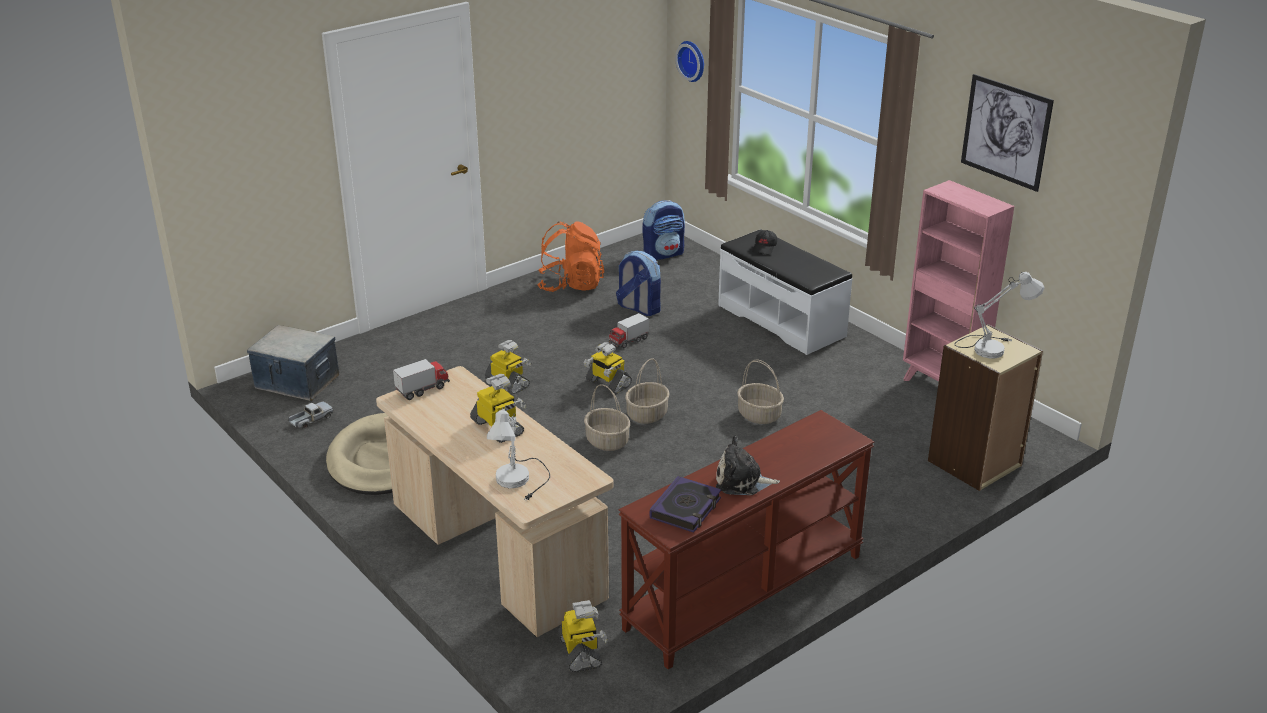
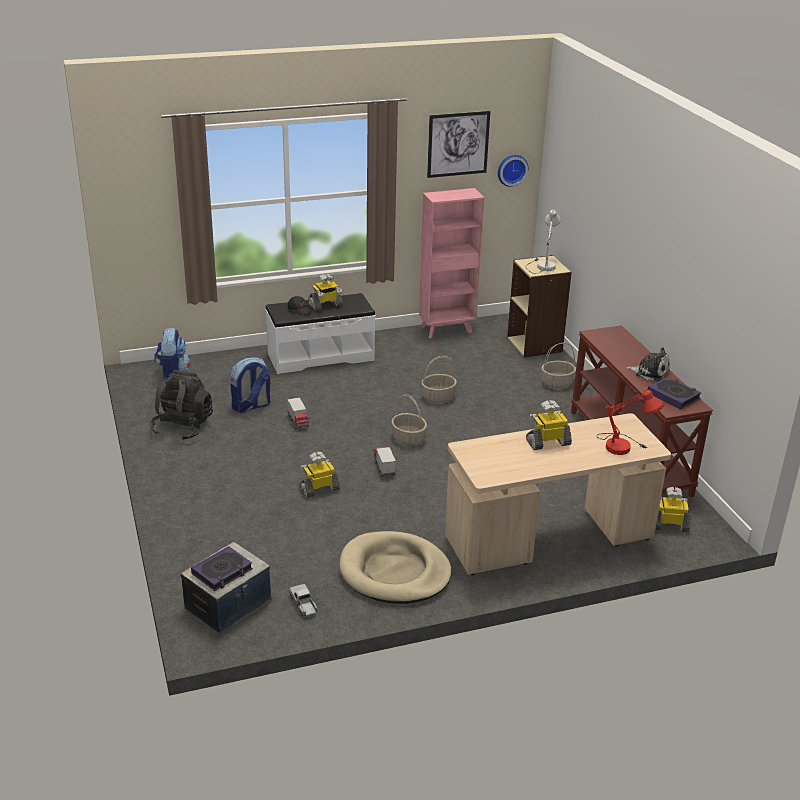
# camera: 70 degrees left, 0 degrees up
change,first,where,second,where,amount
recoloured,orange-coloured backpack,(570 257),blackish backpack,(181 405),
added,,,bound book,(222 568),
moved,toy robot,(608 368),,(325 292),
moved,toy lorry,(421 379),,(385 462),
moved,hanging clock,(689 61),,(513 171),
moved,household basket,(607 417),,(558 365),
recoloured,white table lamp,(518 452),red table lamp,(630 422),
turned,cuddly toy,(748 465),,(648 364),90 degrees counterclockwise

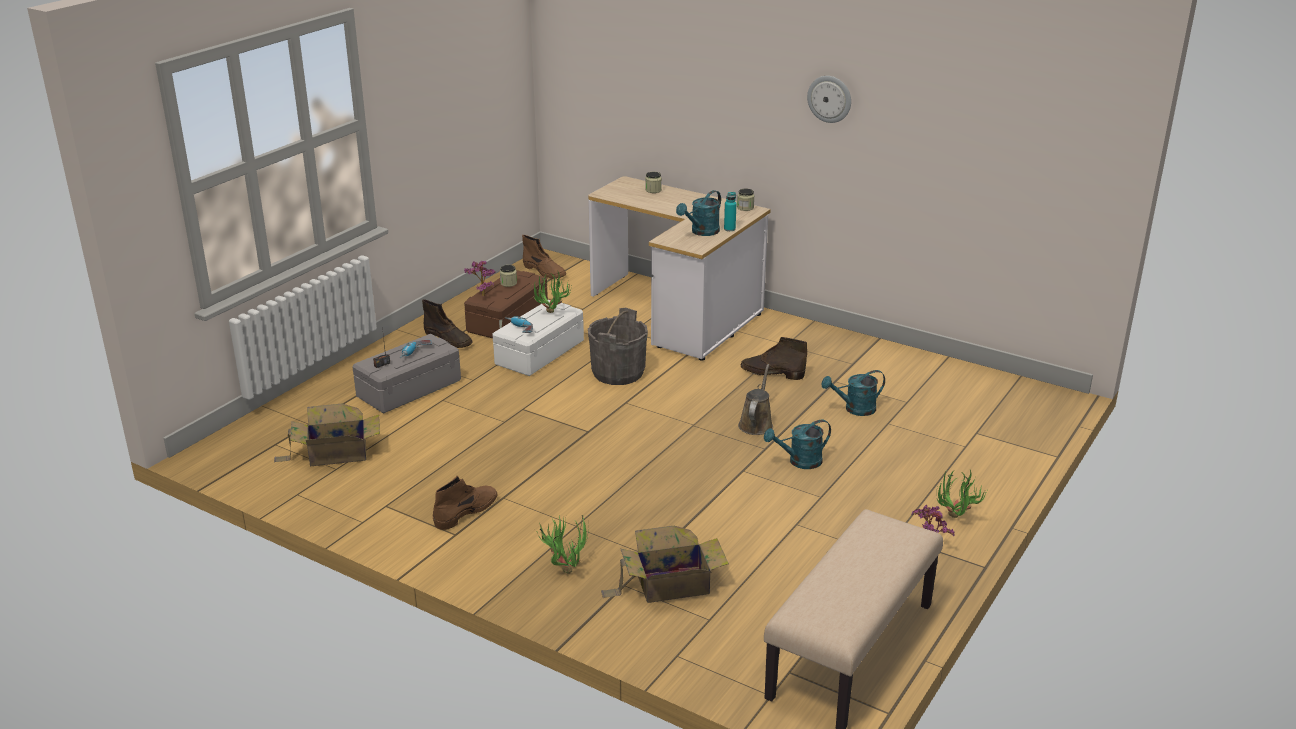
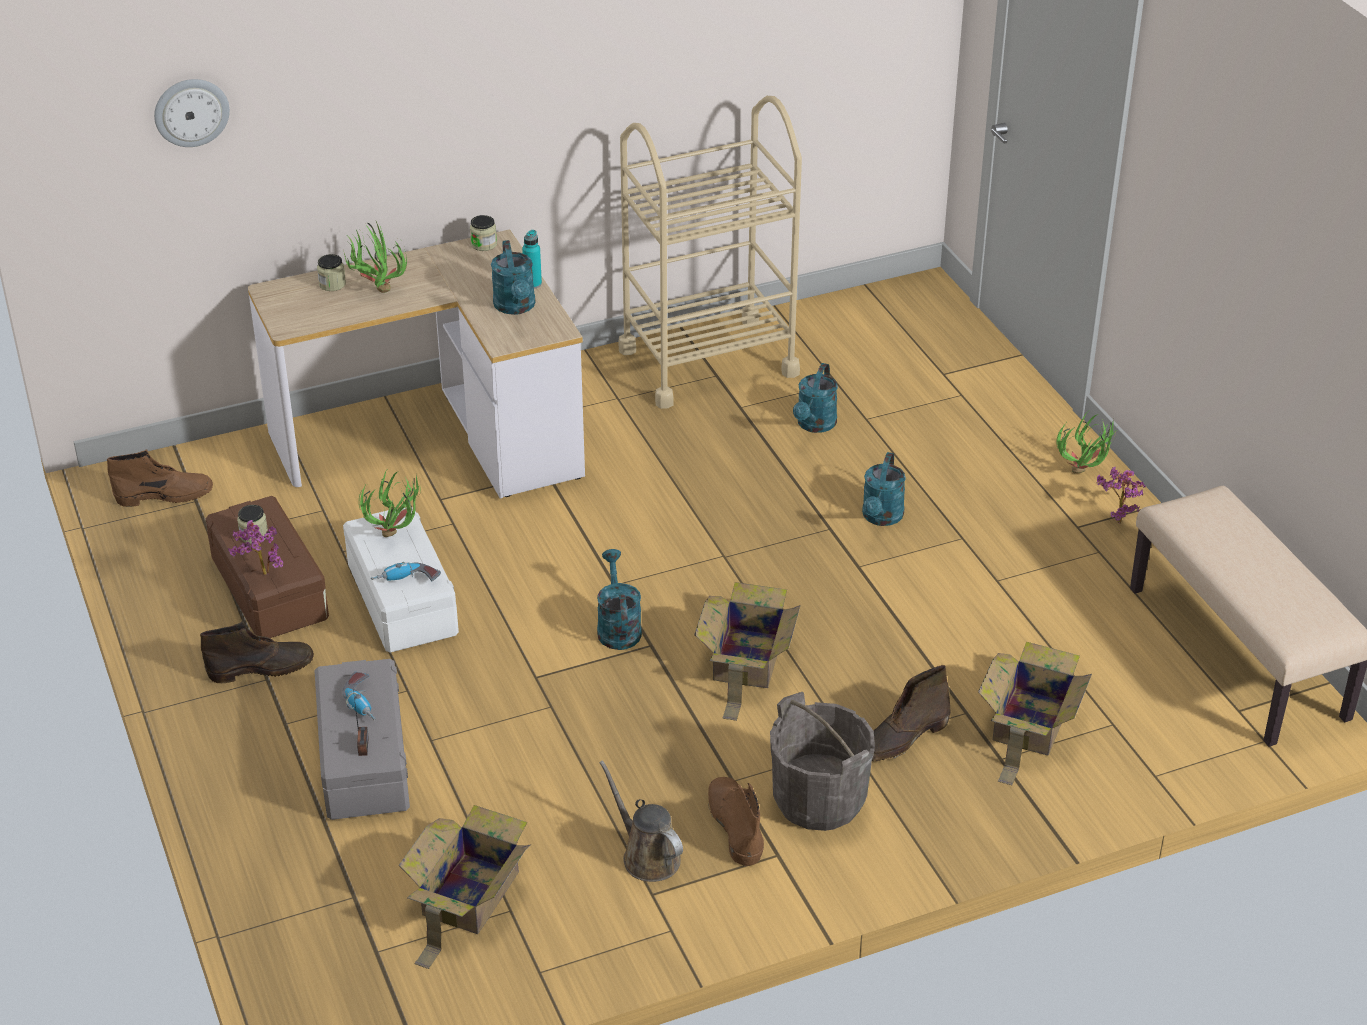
# camera: 55 degrees left, 10 degrees up
change,first,where,second,where,amount
moved,hanging clock,(829 99),,(192 113),
moved,potted plant,(562 544),,(375 257),
added,,,blue-green sprinkling can,(619 599),
moved,brown-coloured sprinkling can,(755 399),,(641 821),
added,,,beige cart,(710 252),
added,,,packing box,(747 651),
moved,grey water bucket,(618 346),,(822 761),
moved,brown-coloured tall boot,(774 358),,(911 713),

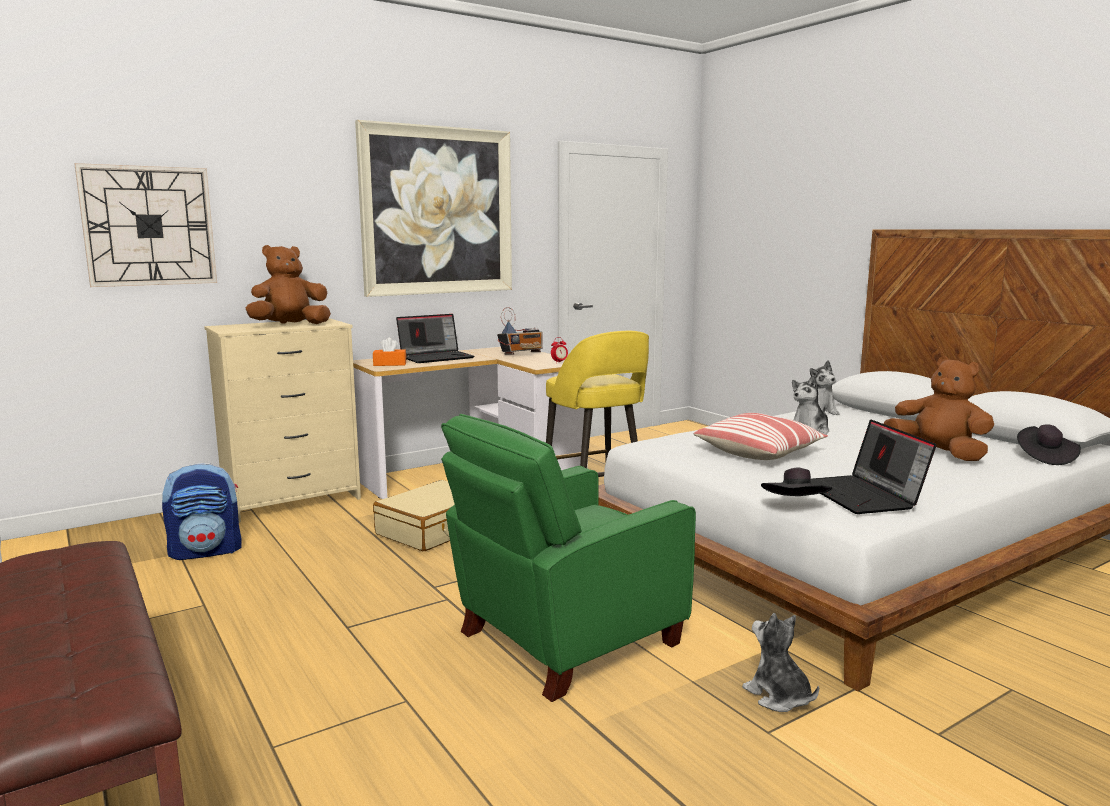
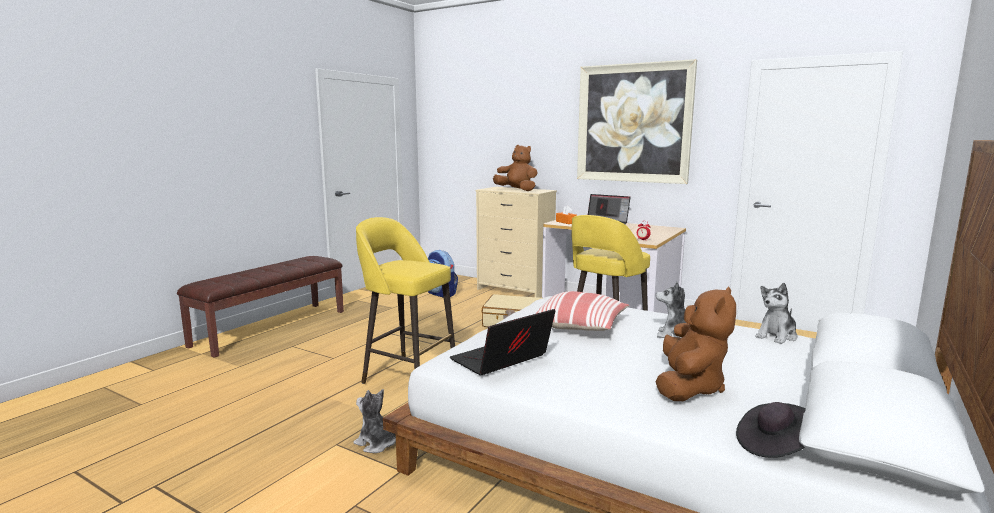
# camera: 65 degrees right, 0 degrees up
change,first,where,second,where,amount
turned,cuddly toy,(780 662),,(374 421),90 degrees counterclockwise
replaced,green easy chair,(568 558),yellow sitting stool,(405 300),
removed,hanging clock,(145 225),,,
removed,radio,(520 331),,,
removed,blackish hat,(796 482),,,

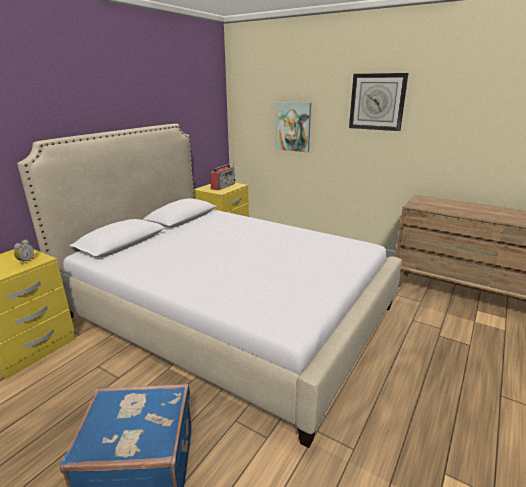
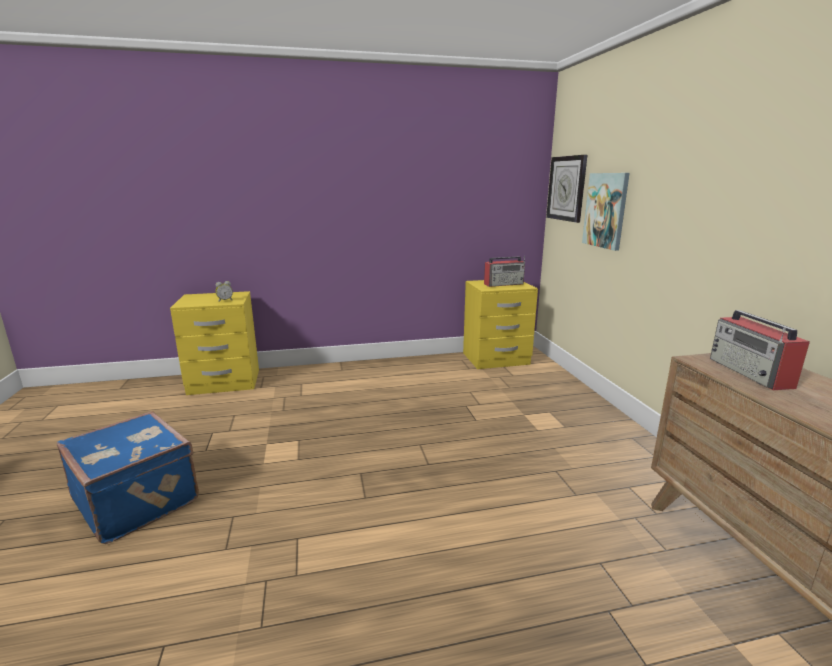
# camera: 45 degrees right, 5 degrees down
change,first,where,second,where,amount
moved,hanging clock,(378 102),,(566 189),
added,,,radio,(760 350),
removed,bedroom bed,(209 286),,,

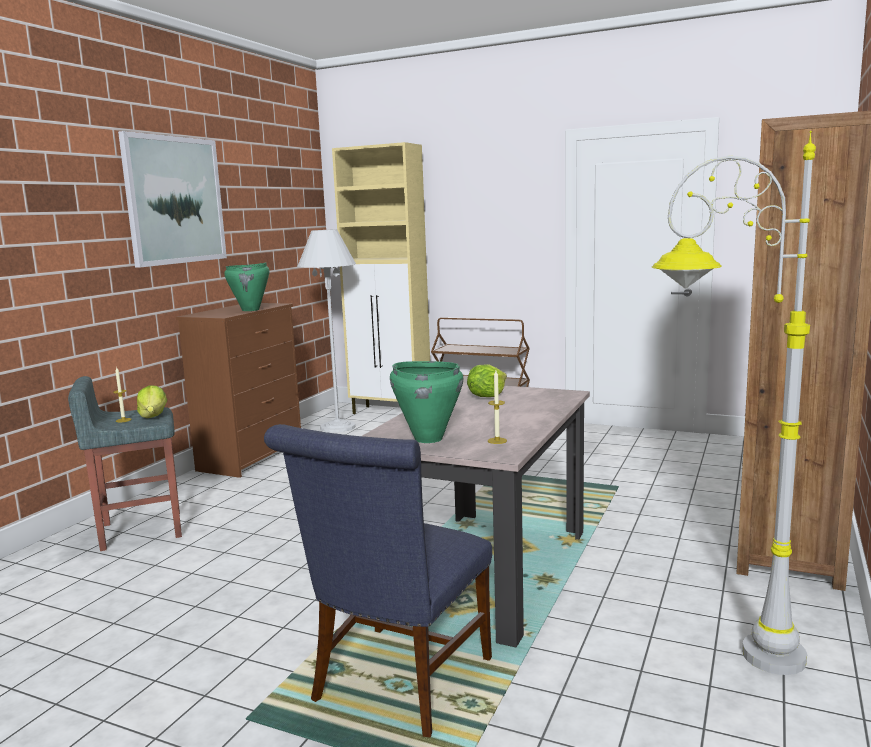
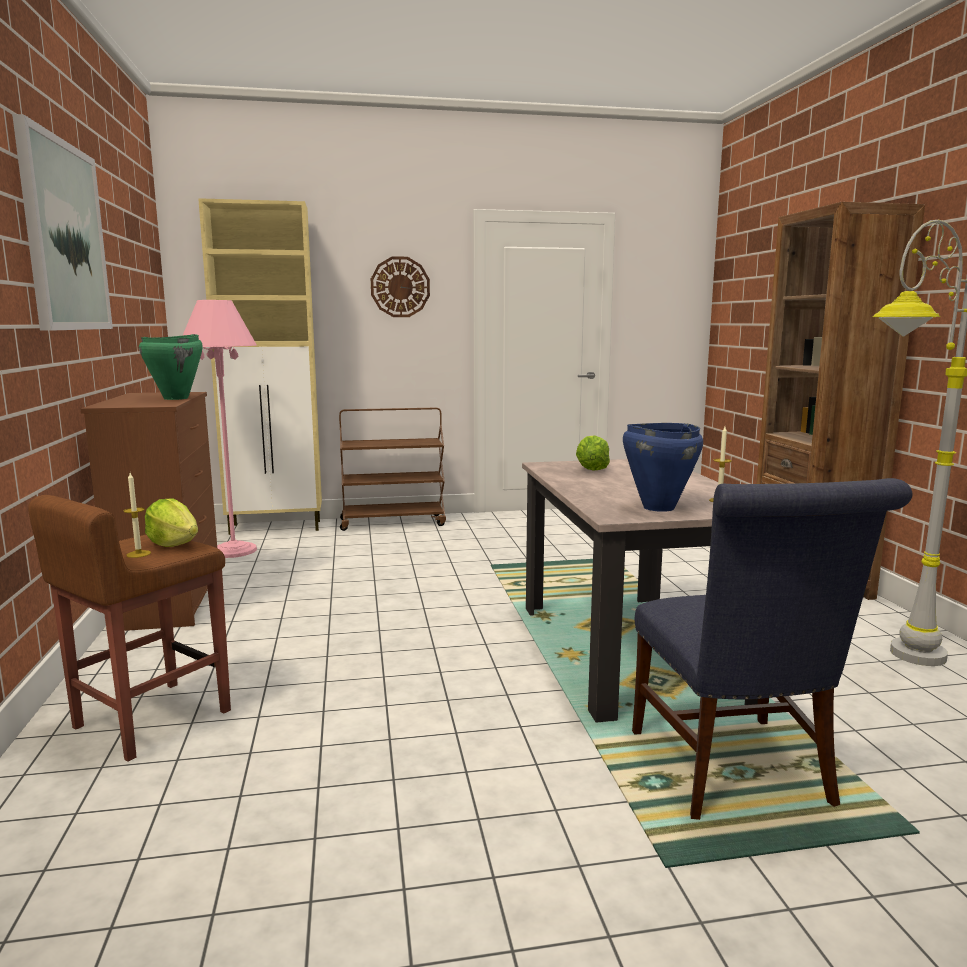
# camera: 35 degrees left, 0 degrees up
change,first,where,second,where,amount
recoloured,grey sitting stool,(125 463),brown-coloured sitting stool,(129 628),
recoloured,white floor lamp,(326 331),pinkish floor lamp,(219 429),
added,,,hanging clock,(400 286),
recoloured,green saucepot,(427 402),bluish saucepot,(663 467),

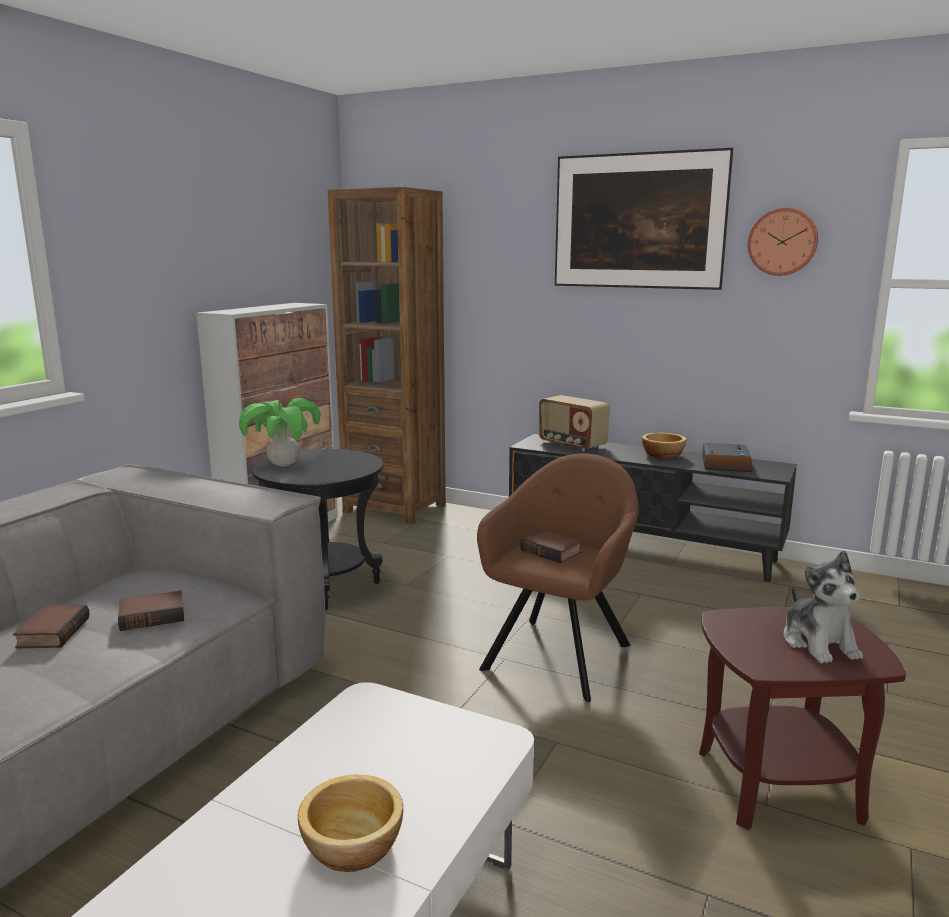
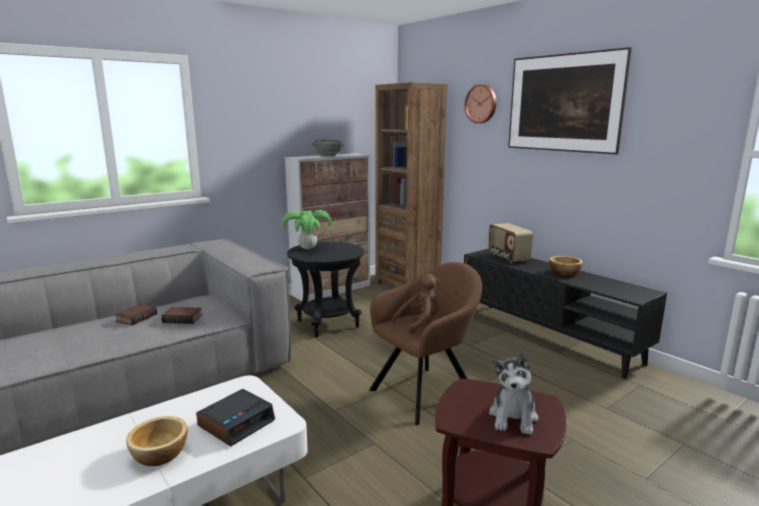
# camera: 25 degrees right, 0 degrees up
change,first,where,second,where,amount
moved,table clock,(727 457),,(235 417),
added,,,grey deep dish,(328 148),
replaced,bound book,(550 546),brown-coloured cuddly toy,(416 304),
moved,hanging clock,(783 242),,(481 104),

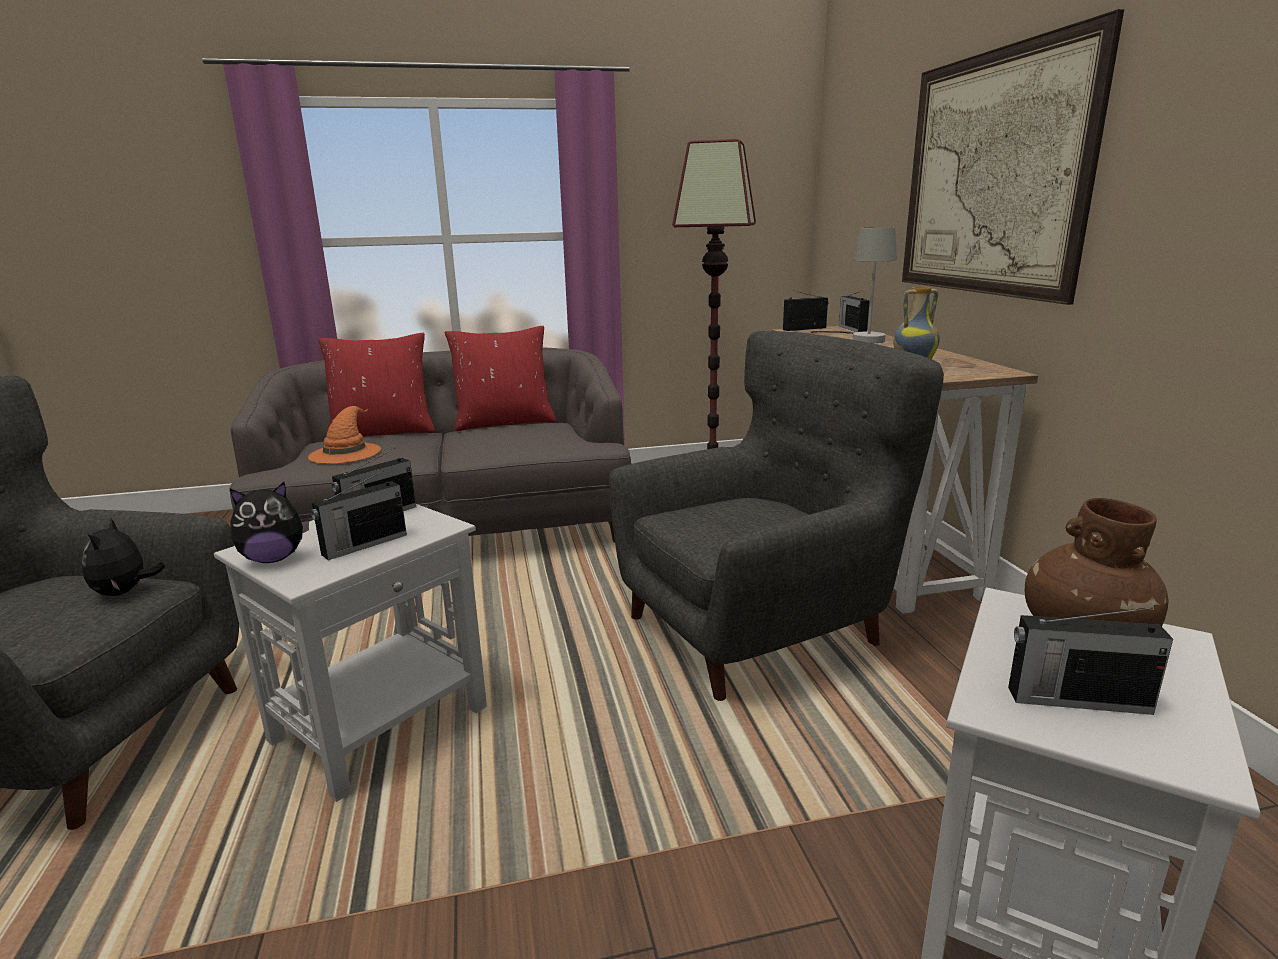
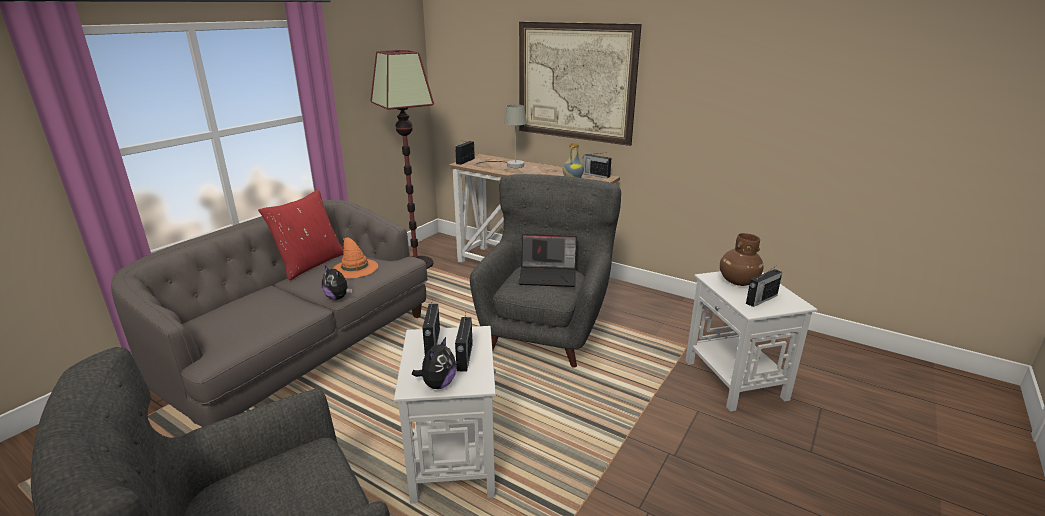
# camera: 45 degrees left, 5 degrees up
change,first,where,second,where,amount
moved,cuddly toy,(123 556),,(337 283),
moved,orange-coloured hat,(344 435),,(355 257),
added,,,notebook computer,(547 260),
moved,radio,(854 311),,(597 165),
removed,red cushion,(376 385),,,

